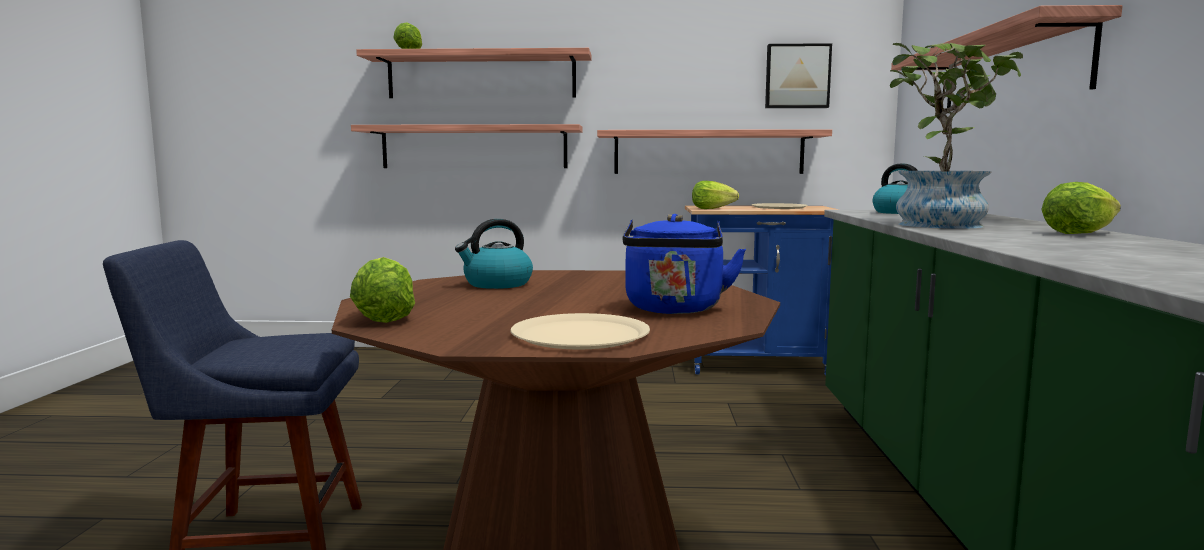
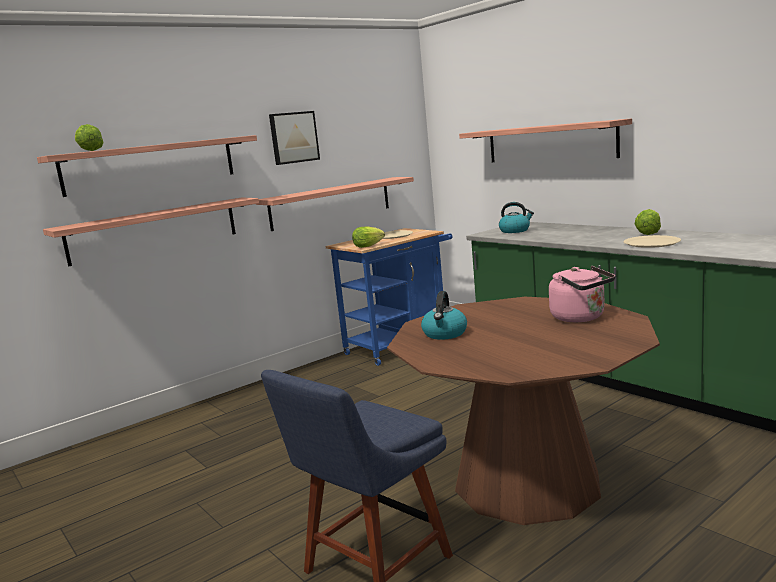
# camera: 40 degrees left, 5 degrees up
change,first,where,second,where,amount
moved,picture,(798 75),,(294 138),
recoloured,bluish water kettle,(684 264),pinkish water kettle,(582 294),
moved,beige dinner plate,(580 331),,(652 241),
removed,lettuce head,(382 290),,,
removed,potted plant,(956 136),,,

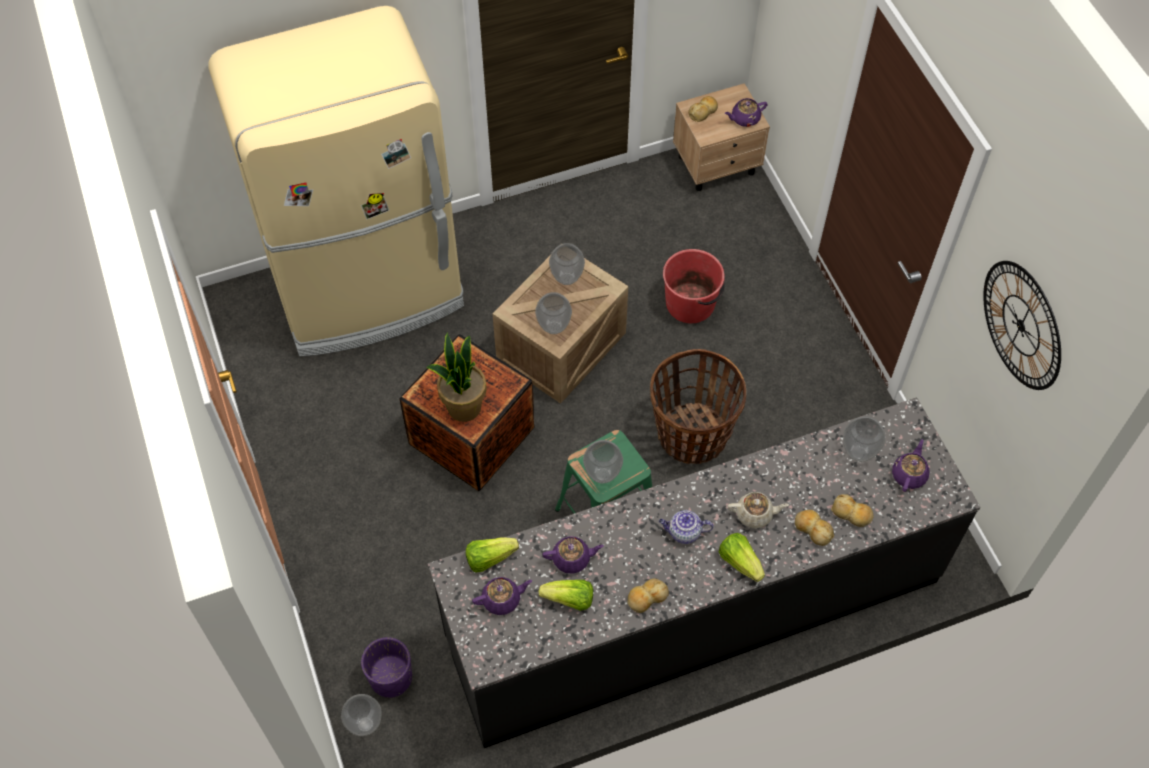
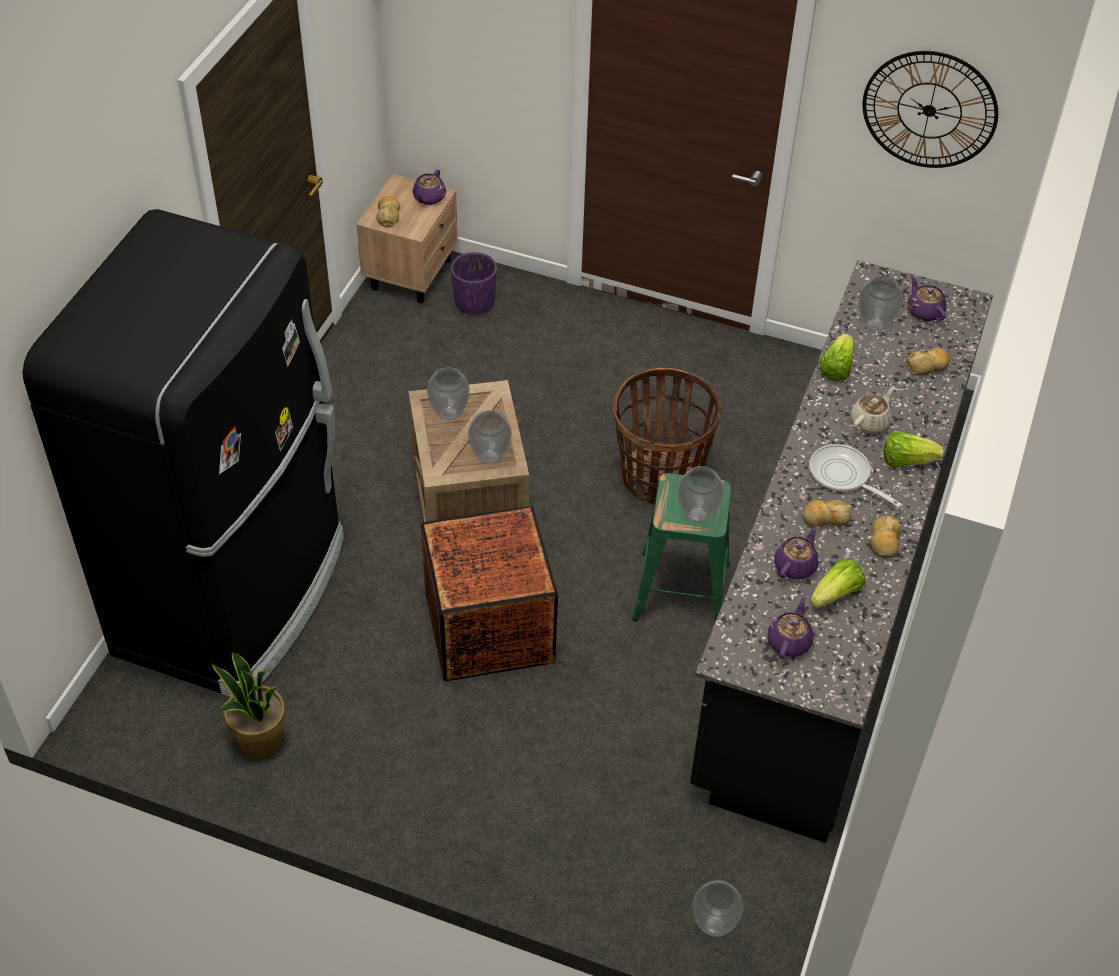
# camera: 50 degrees left, 10 degrees down
change,first,where,second,where,amount
recoloured,beige kitchen fridge,(336 181),blackish kitchen fridge,(183 453),
moved,potted plant,(456 377),,(249 706),
moved,purple-coloured planter,(386 667),,(474 283),
moved,baked bread,(814 528),,(826 514),
replaced,tea pot,(686 527),pan,(855 475),
moved,lettuce head,(492 555),,(836 357),
removed,red water bucket,(694 286),,,

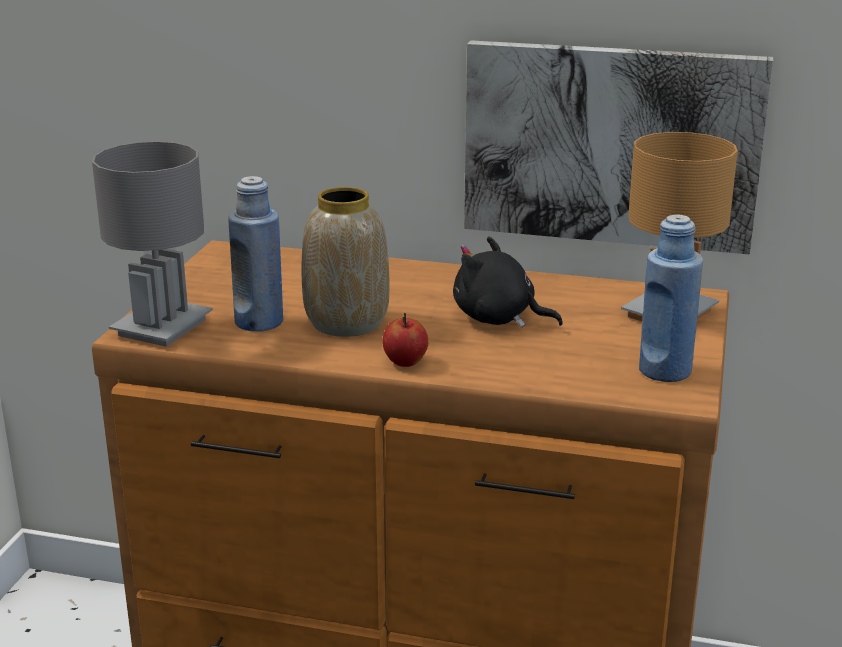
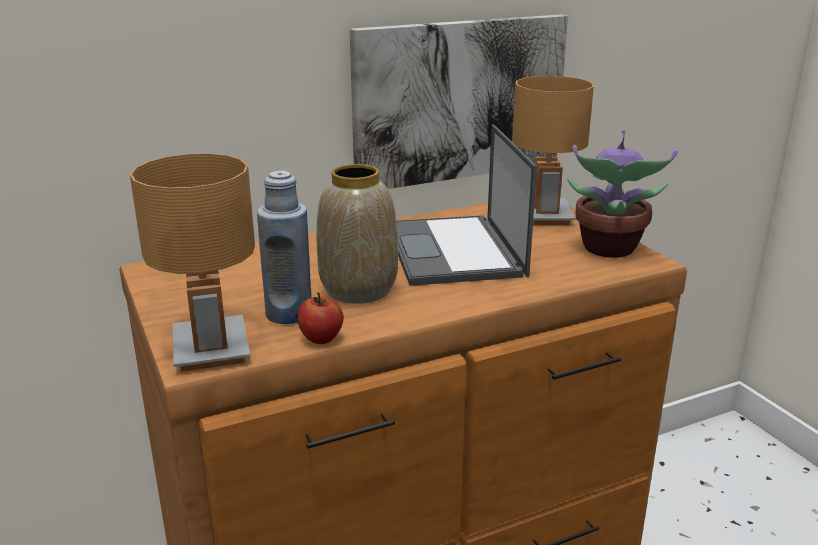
# camera: 40 degrees left, 0 degrees up
change,first,where,second,where,amount
recoloured,grey table lamp,(152 244),brown-coloured table lamp,(192 262),
moved,apple,(405 340),,(320 318),
replaced,blackish cuddly toy,(508 282),notebook computer,(467 205),
replaced,bluish beverage bottle,(671 298),potted plant,(622 194),

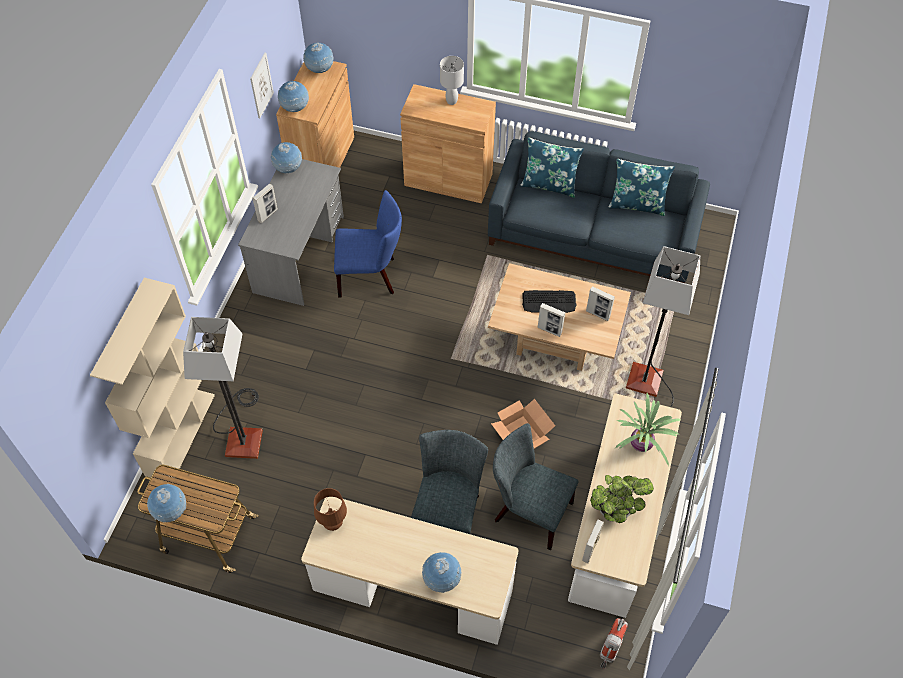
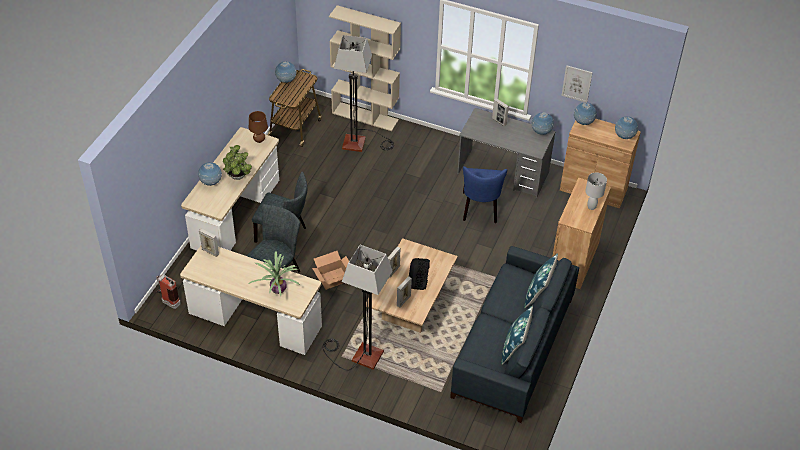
# camera: 95 degrees right, 10 degrees down
change,first,where,second,where,amount
moved,potted plant,(622 499),,(237 162),

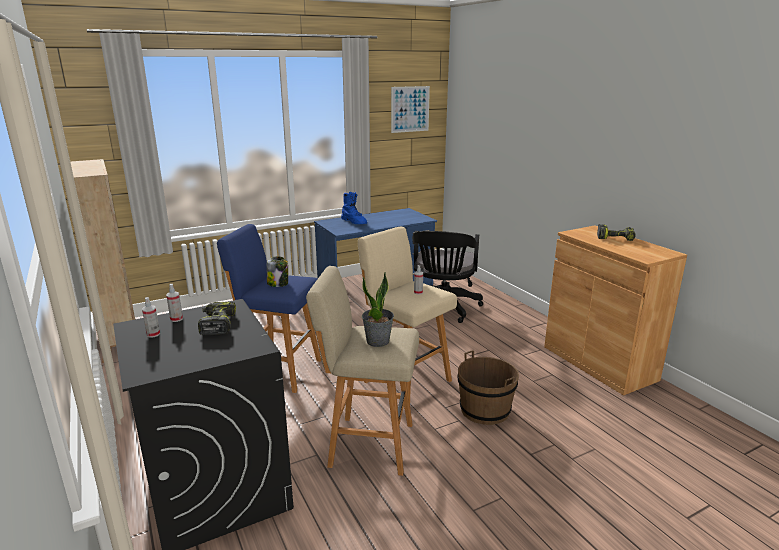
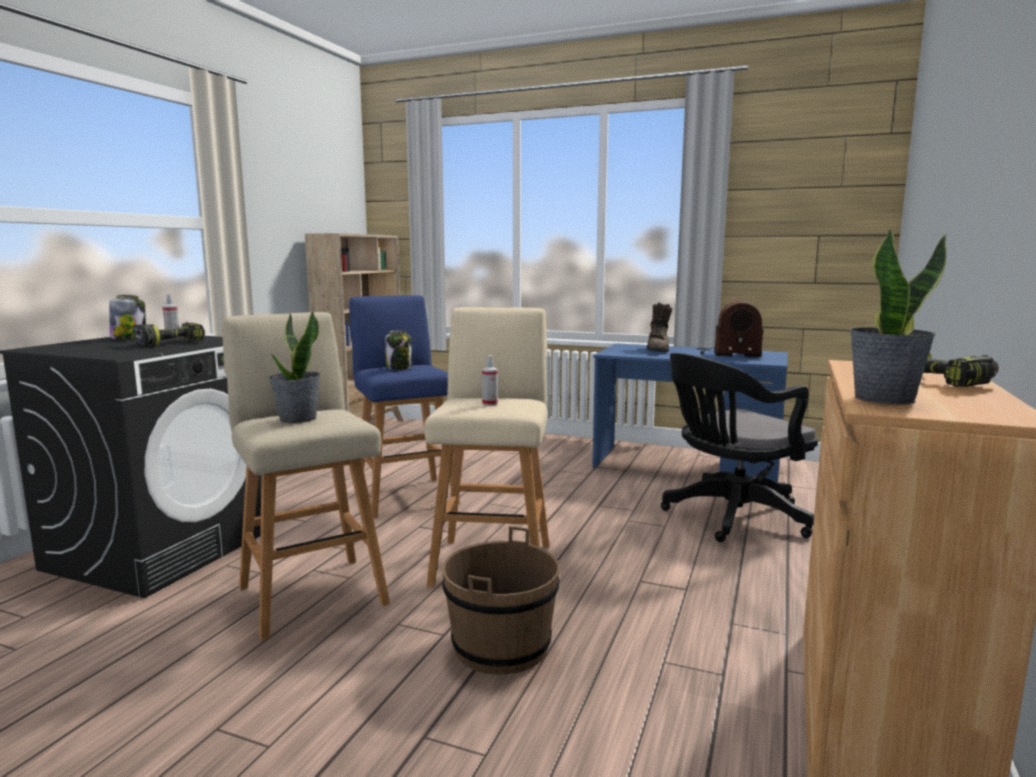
# camera: 50 degrees right, 10 degrees down
change,first,where,second,where,amount
replaced,spray bottle,(151 317),jar,(127 317),
recoloured,bluish tall boot,(354 208),brown-coloured tall boot,(659 327),
added,,,radio,(730 329),
added,,,potted plant,(898 316),
removed,picture,(410 109),,,

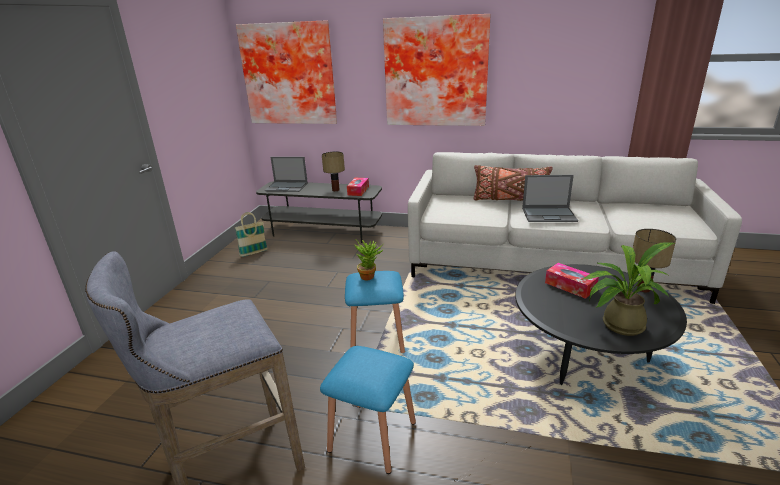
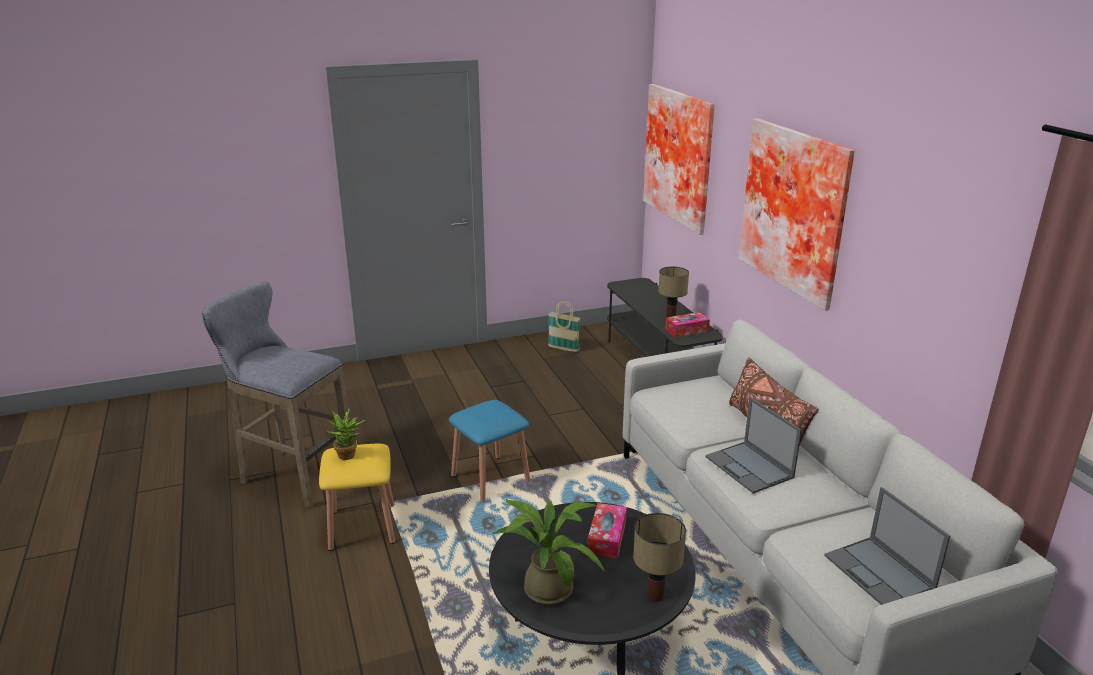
# camera: 55 degrees right, 0 degrees up
change,first,where,second,where,amount
recoloured,bluish sitting stool,(368 410),yellow sitting stool,(357 497),
moved,potted plant,(369 260),,(346 434),
moved,notebook computer,(286 174),,(887 546),

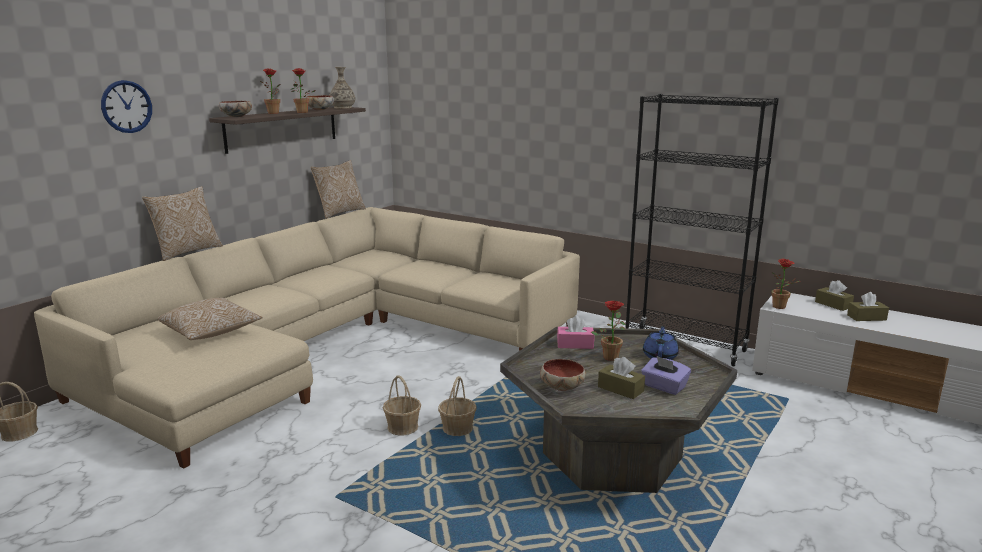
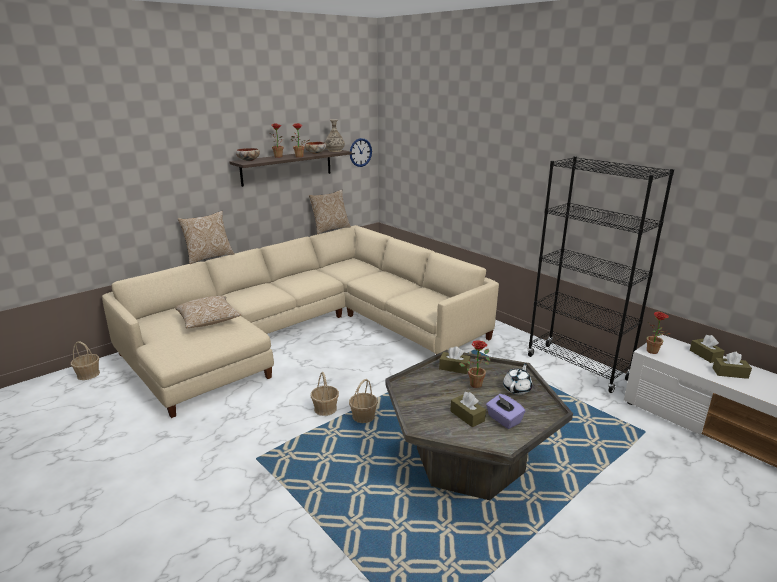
# camera: 15 degrees right, 5 degrees up
change,first,where,second,where,amount
moved,hanging clock,(126 106),,(361 152),
recoloured,pinkish tissue holder,(576 332),brown-coloured tissue holder,(454 360),
recoloured,bluish tea pot,(661 343),white tea pot,(517 379),
removed,deep dish,(563 375),,,

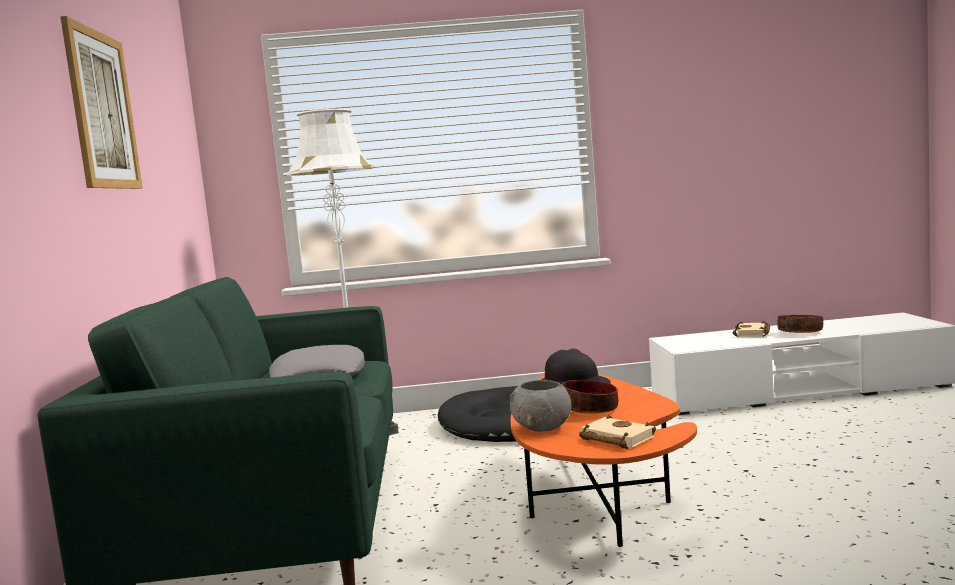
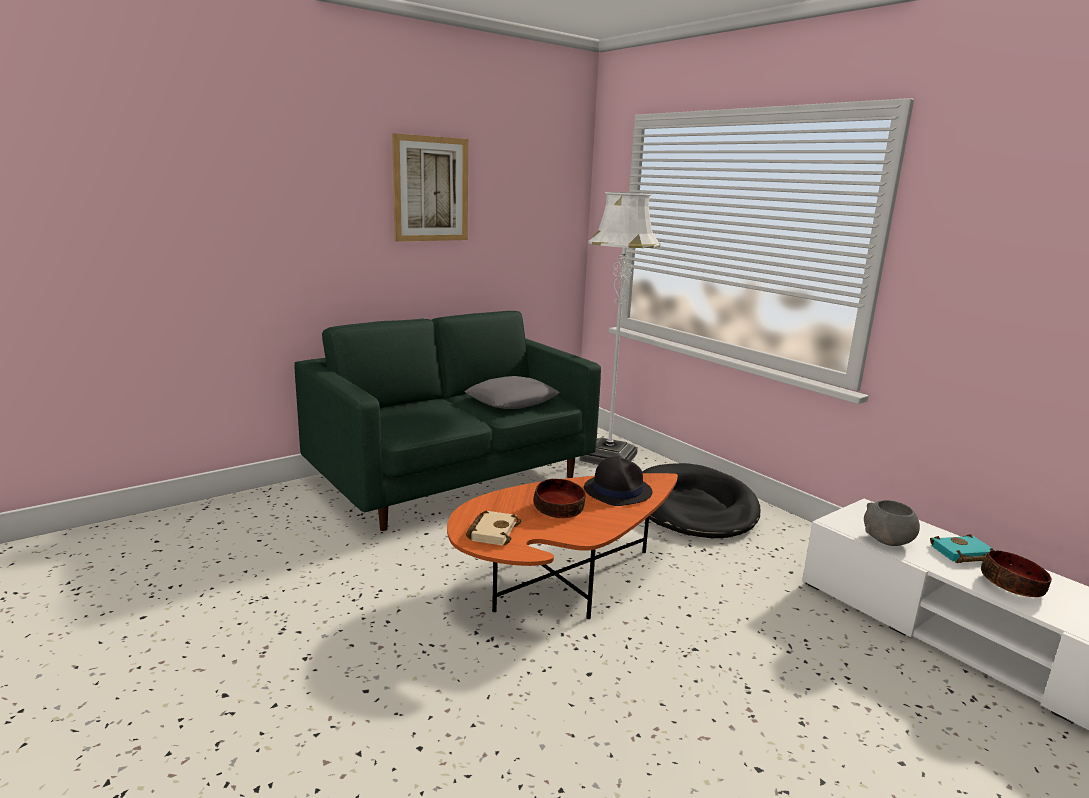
# camera: 55 degrees right, 10 degrees up
change,first,where,second,where,amount
moved,grey deep dish,(540 405),,(892 523),
recoloured,beige bound book,(751 329),blue-green bound book,(962 548),

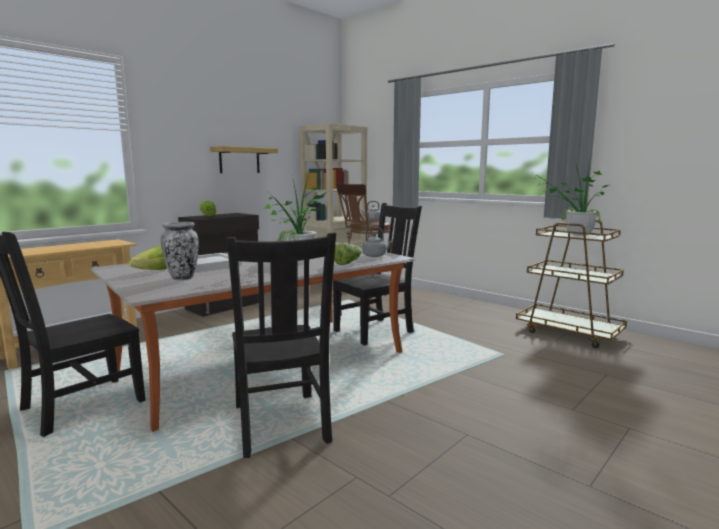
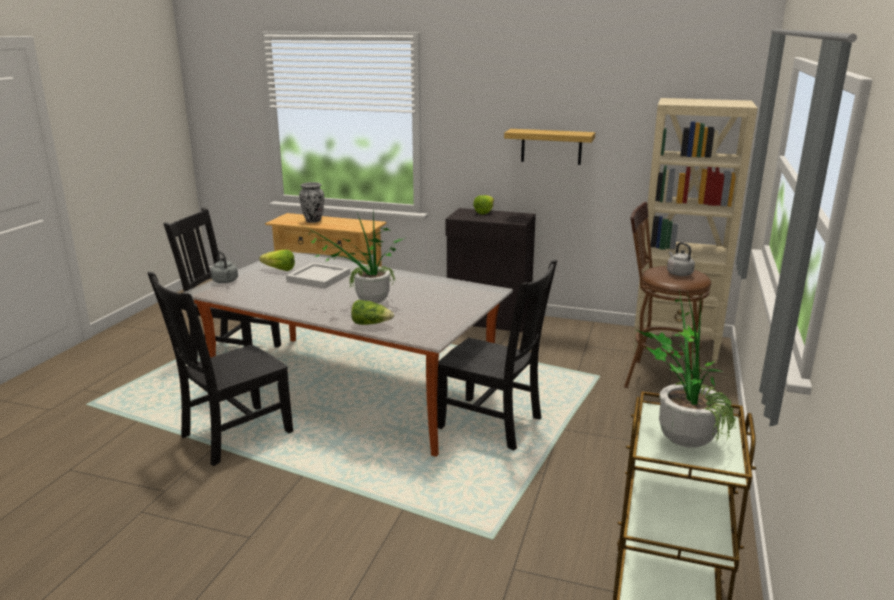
# camera: 65 degrees right, 10 degrees up
change,first,where,second,where,amount
moved,grey water kettle,(377 242),,(224 266),
moved,flower vase,(179 251),,(311 202),

